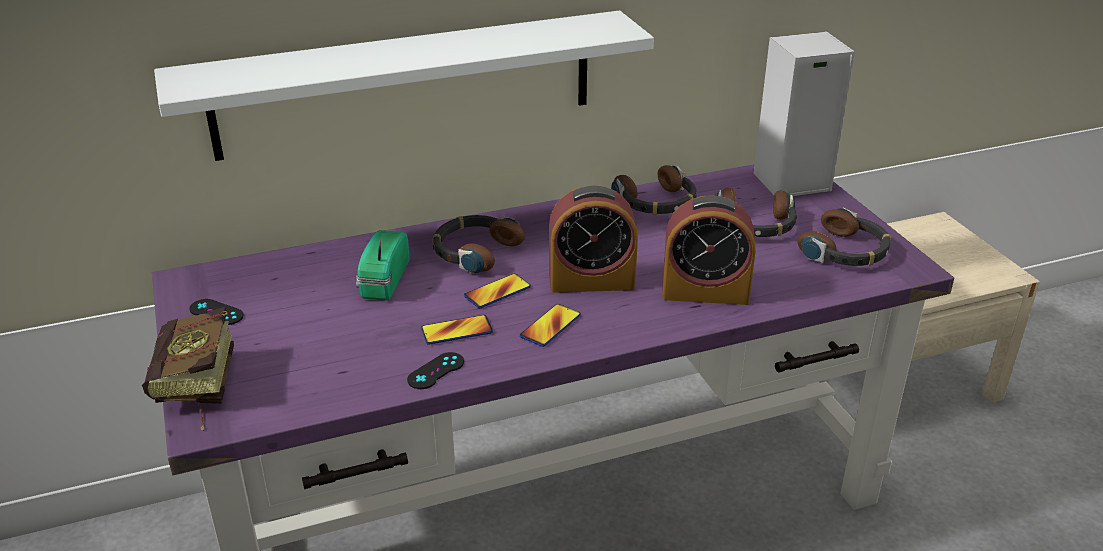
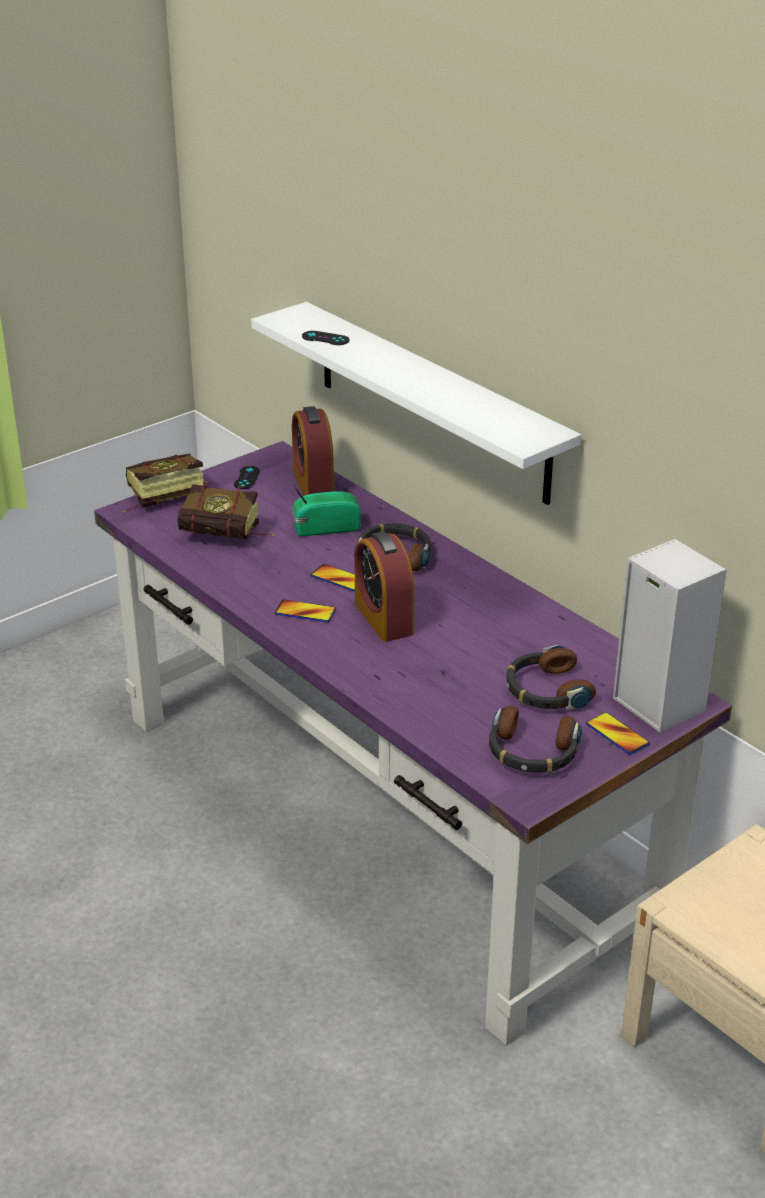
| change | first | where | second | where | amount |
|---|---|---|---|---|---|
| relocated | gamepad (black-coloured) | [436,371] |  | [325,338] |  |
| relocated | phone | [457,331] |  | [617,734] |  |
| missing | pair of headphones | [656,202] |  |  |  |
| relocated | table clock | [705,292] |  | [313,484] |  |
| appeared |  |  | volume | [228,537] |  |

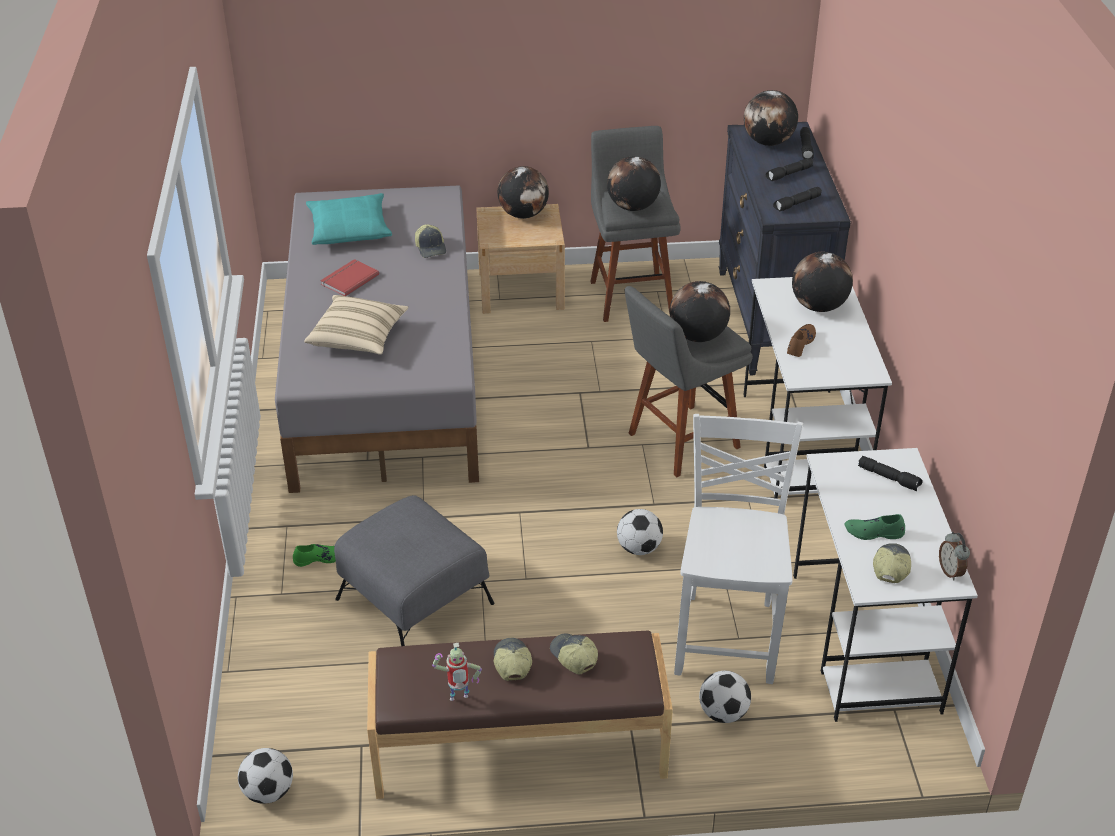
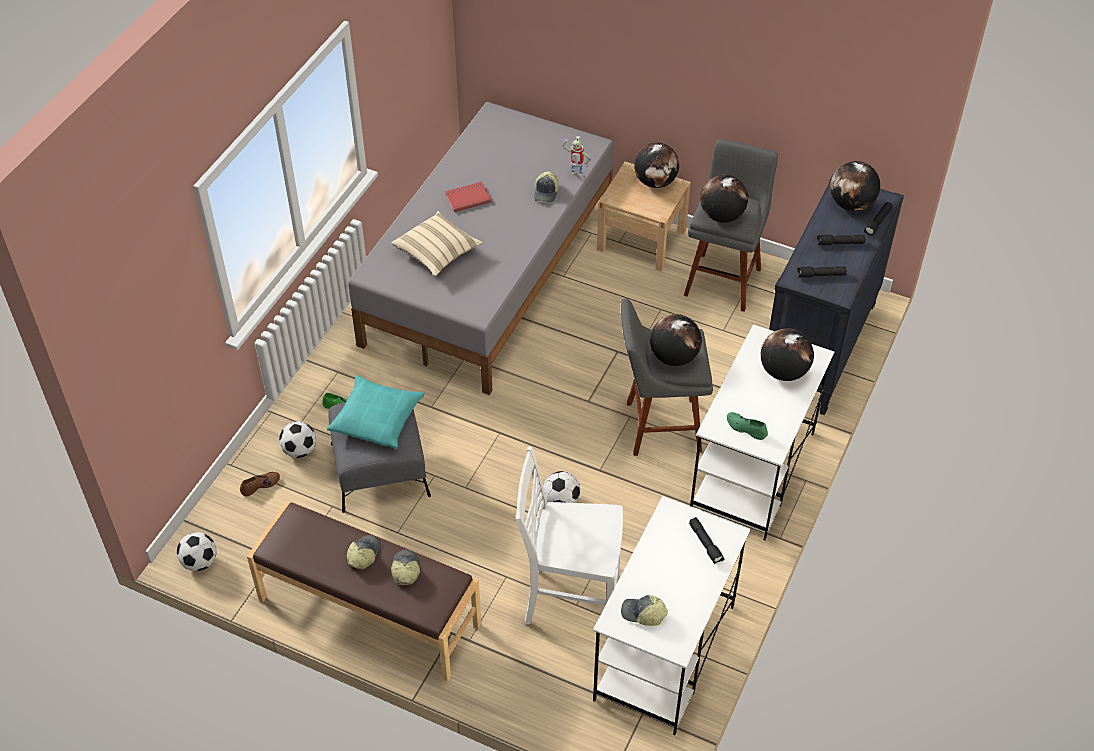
| change | first | where | second | where | amount |
|---|---|---|---|---|---|
| relocated | cushion (turquoise) | [349,228] |  | [377,418] |  |
| relocated | toy robot | [459,700] |  | [576,175] |  |
| spun | plain chair (white-coloured) | [727,636] |  | [570,599] | 120 degrees counterclockwise |
| relocated | football | [723,713] |  | [300,450] |  |
| relocated | shoe (brownish) | [800,343] |  | [260,485] |  |
| relocated | shoe (green) | [874,532] |  | [746,428] |  |
| spun | baseball cap | [890,566] |  | [643,614] | 120 degrees counterclockwise |
| missing | table clock | [951,571] |  |  |  |

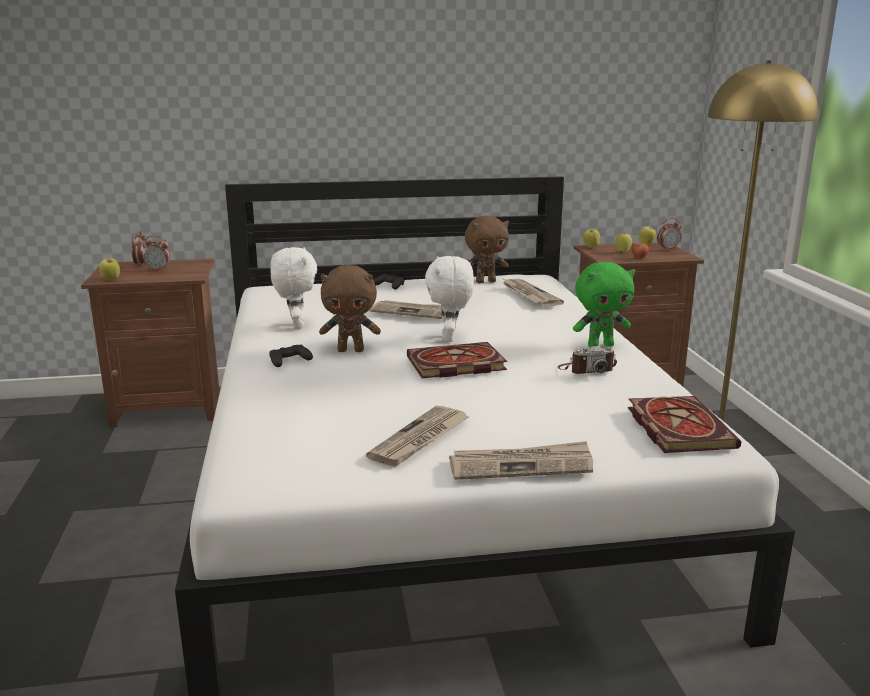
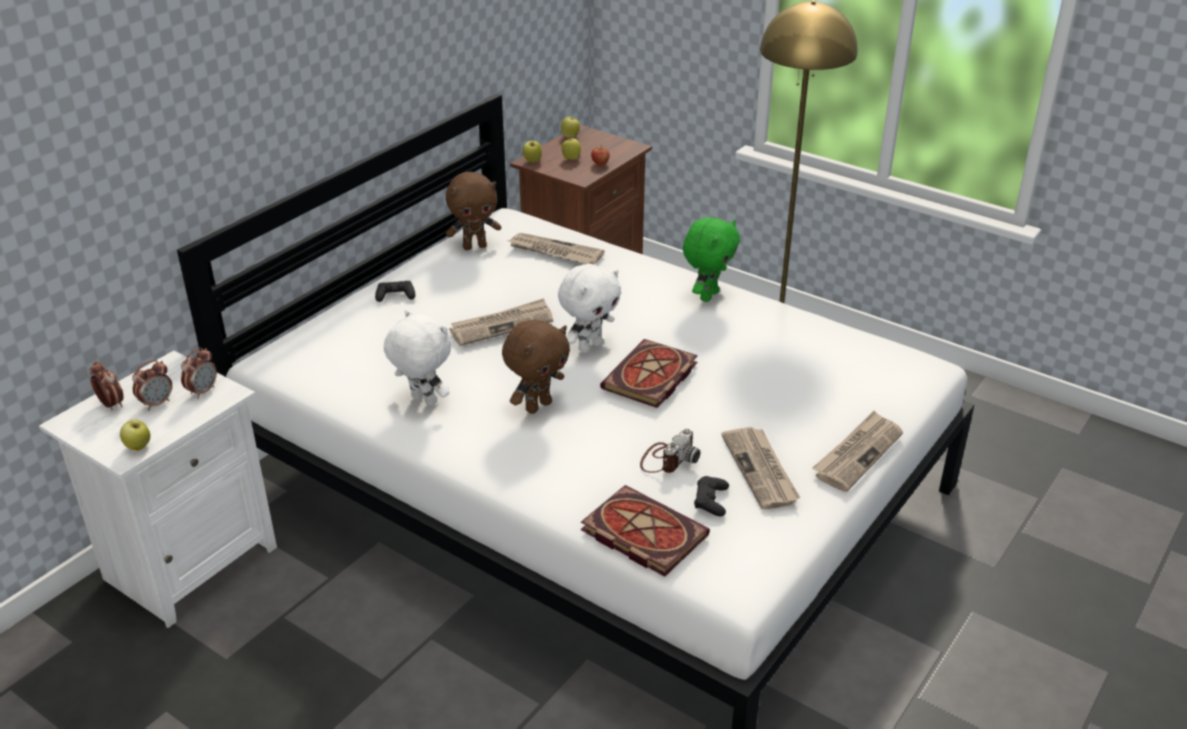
| change | first | where | second | where | amount |
|---|---|---|---|---|---|
| colour | bedside table (brownish) | [168,407] | bedside table (white-coloured) | [188,563] |  |
| relocated | gamepad (black-coloured) | [289,361] |  | [711,501] |  |
| spun | cuddly toy (white-coloured) | [450,338] |  | [589,346] | 90 degrees counterclockwise |
| spun | cuddly toy (brownish) | [485,281] |  | [475,246] | 45 degrees clockwise |
| relocated | photo camera | [587,370] |  | [667,459] |  |
| relocated | volume | [676,427] |  | [640,533] |  |
| relocated | table clock | [668,249] |  | [202,391] |  |

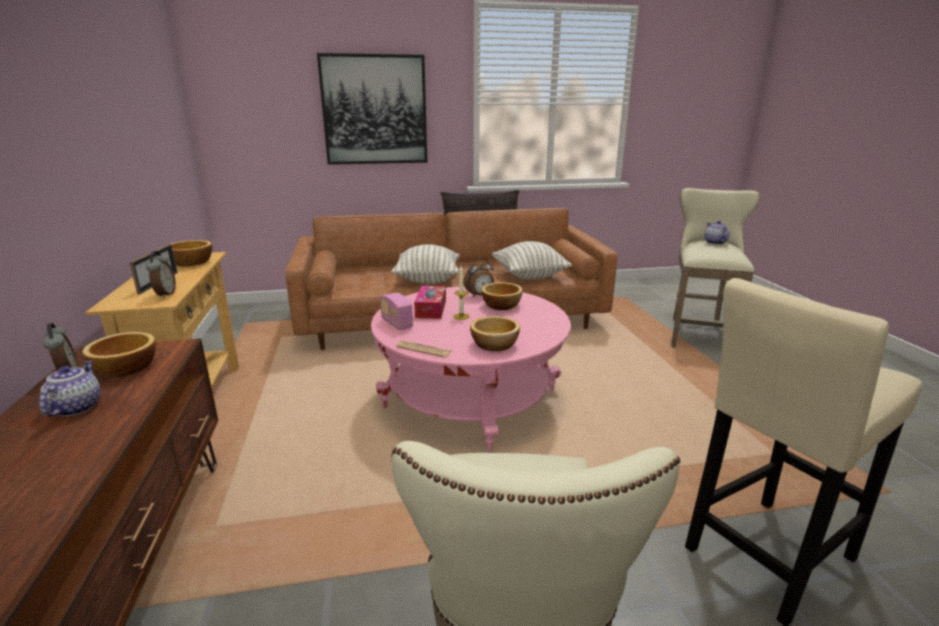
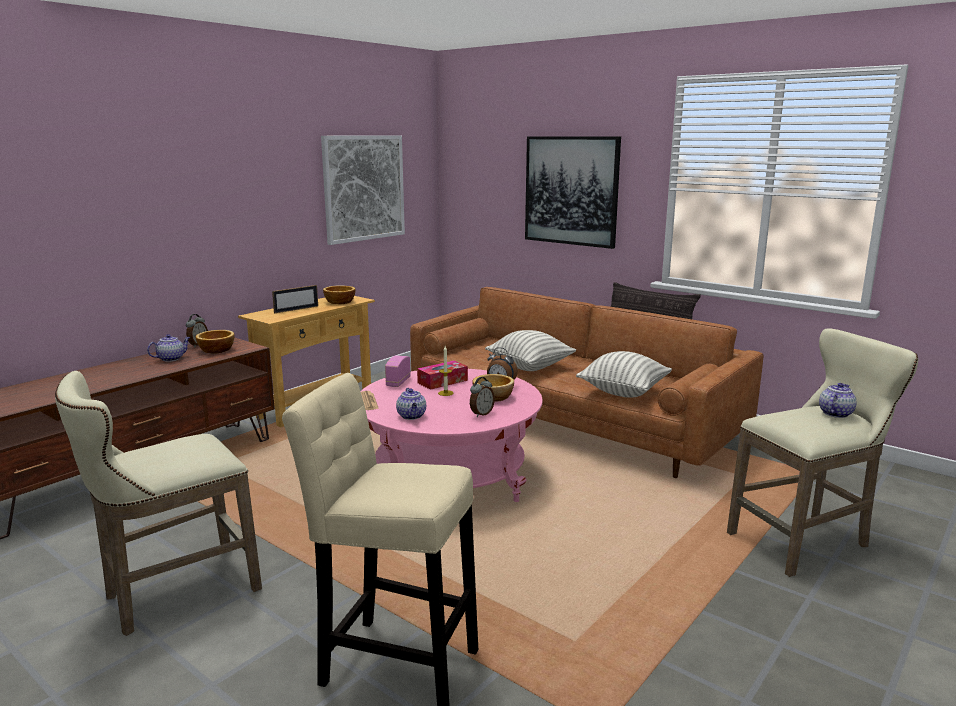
| change | first | where | second | where | amount |
|---|---|---|---|---|---|
| relocated | table clock | [165,295] |  | [481,414] |  |
| exchanged | bowl | [495,344] | teapot | [412,416] |  |
| appeared |  |  | wall picture | [364,188] |  |

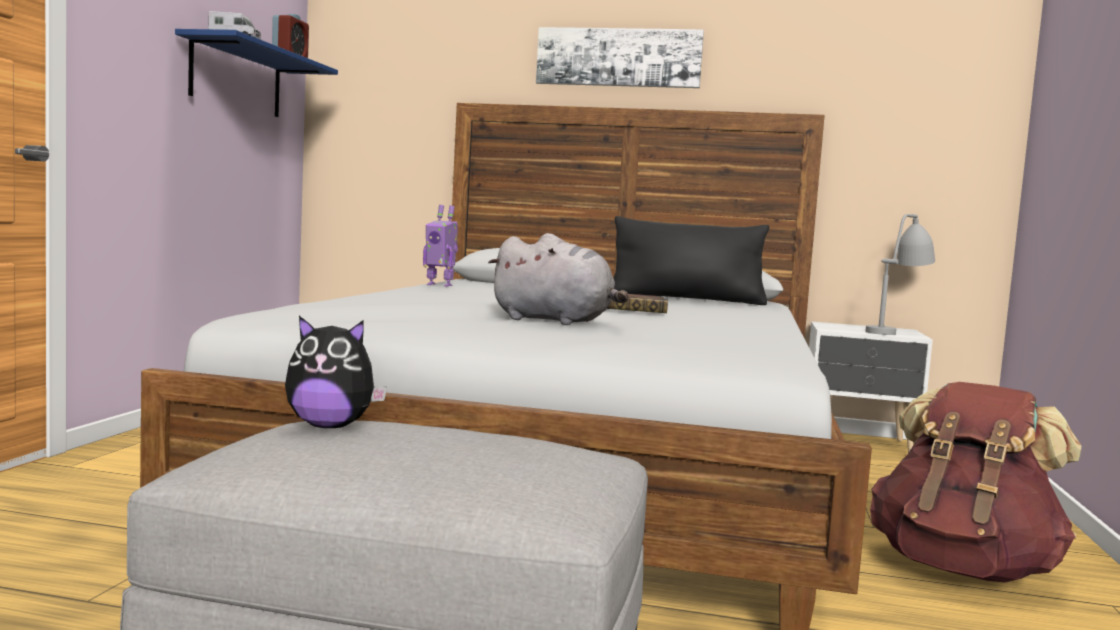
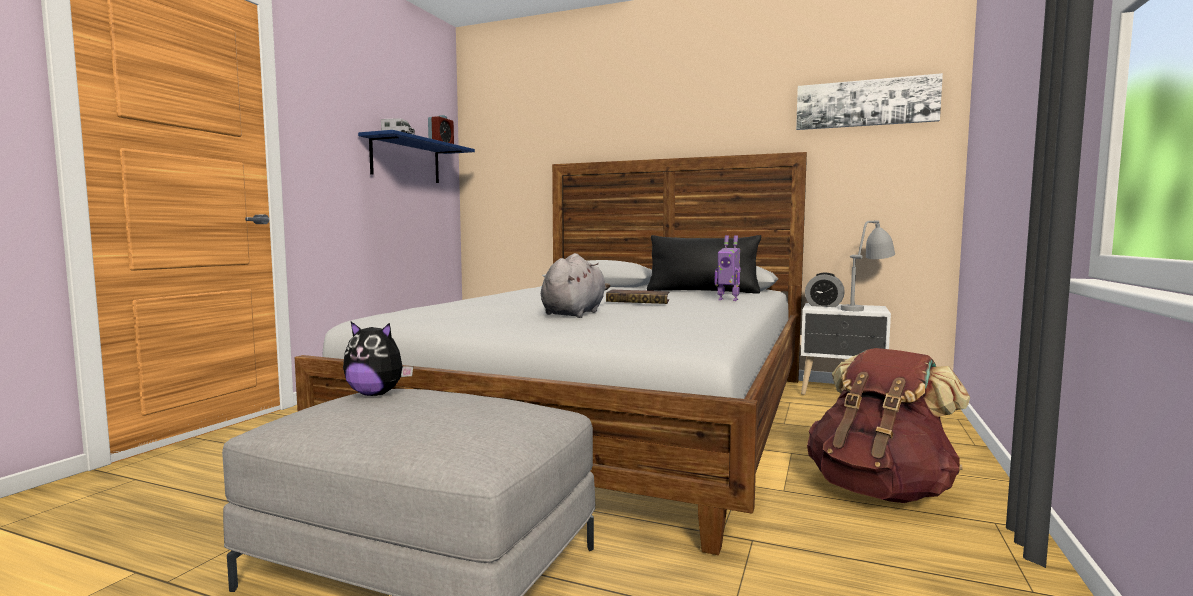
| change | first | where | second | where | amount |
|---|---|---|---|---|---|
| relocated | toy robot | [440,285] |  | [728,300] |  |
| spun | cuddly toy (gray) | [556,321] |  | [574,314] | 105 degrees counterclockwise |
| relocated | wall picture | [618,58] |  | [865,103] |  |
| appeared |  |  | table clock | [824,306] |  |

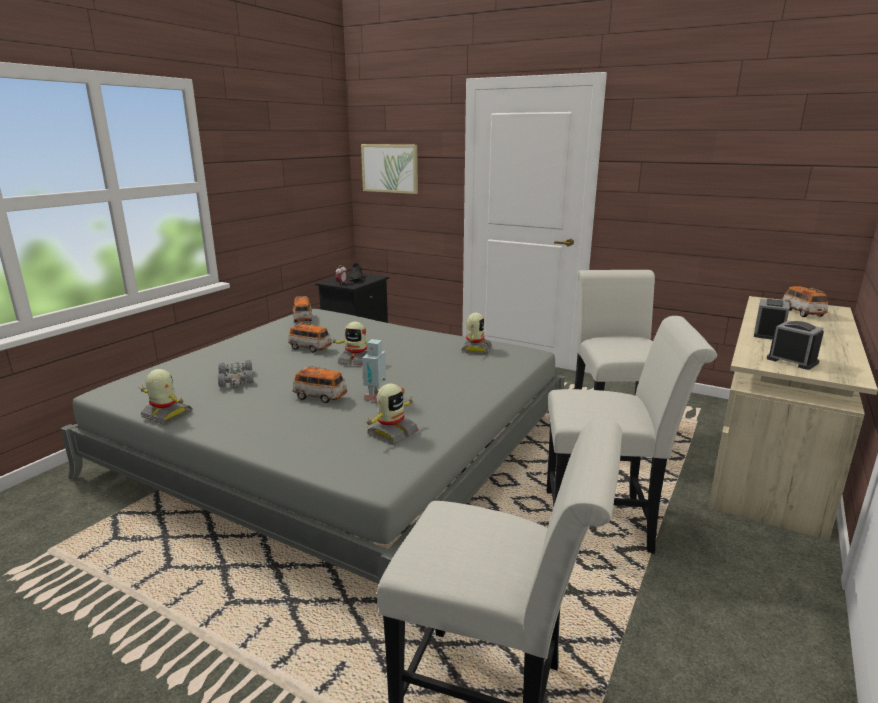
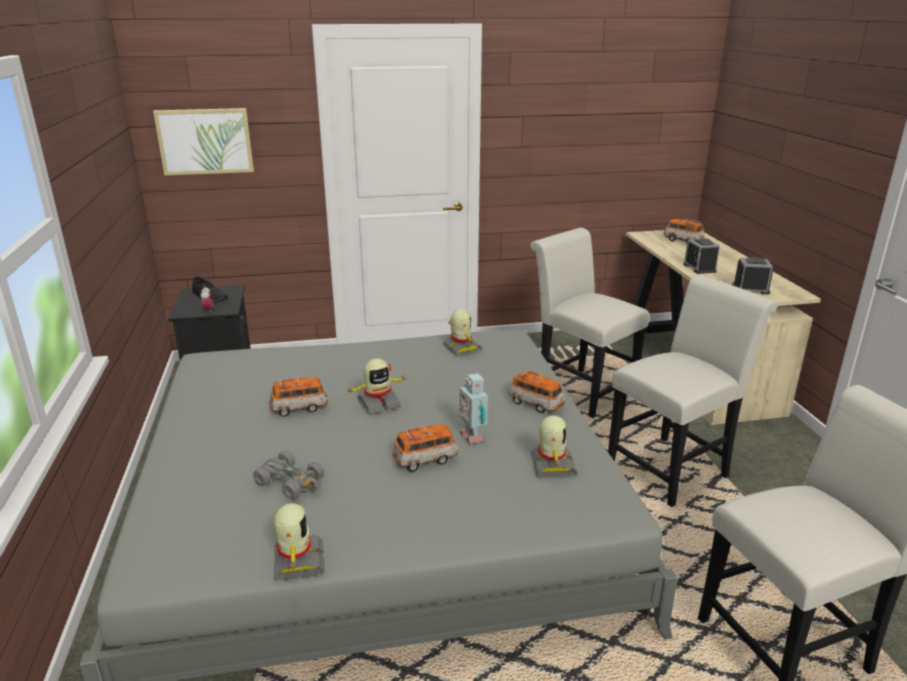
| change | first | where | second | where | amount |
|---|---|---|---|---|---|
| spun | toy robot | [166,415] |  | [297,562] | 90 degrees clockwise |
| relocated | miniature car | [303,319] |  | [536,404] |  |

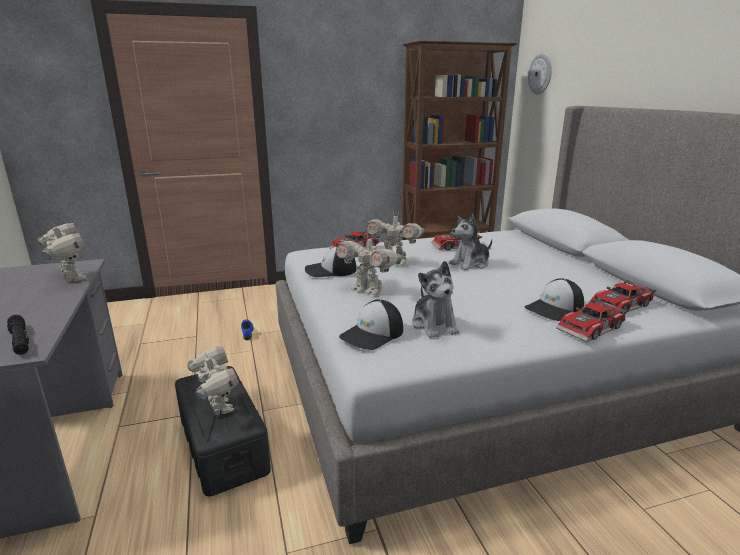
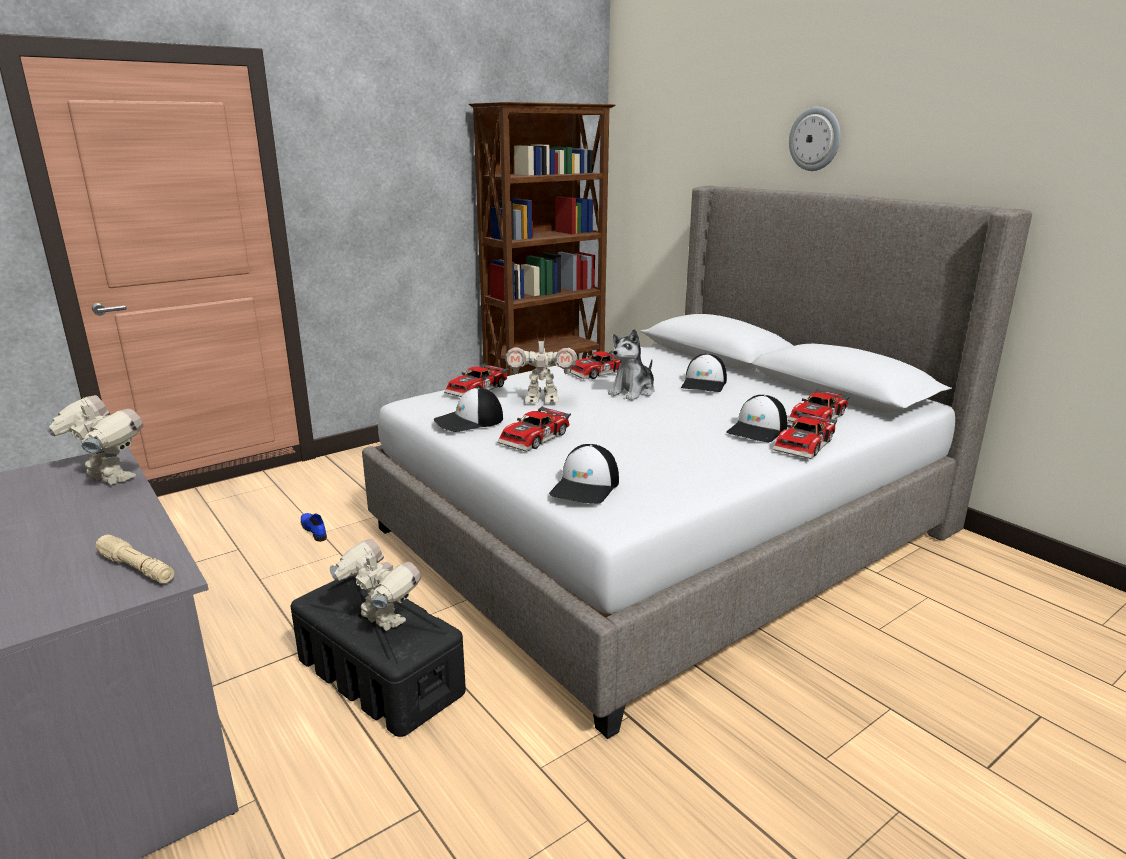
| change | first | where | second | where | amount |
|---|---|---|---|---|---|
| colour | flashlight (black-coloured) | [20,341] | flashlight (beige) | [137,568] |  |
| exchanged | toy robot | [368,290] | miniature car | [536,438] |  |
| missing | cuddly toy | [434,325] |  |  |  |
| relocated | wall clock | [540,74] |  | [815,139] |  |
| appeared |  |  | baseball cap | [704,384] |  |

